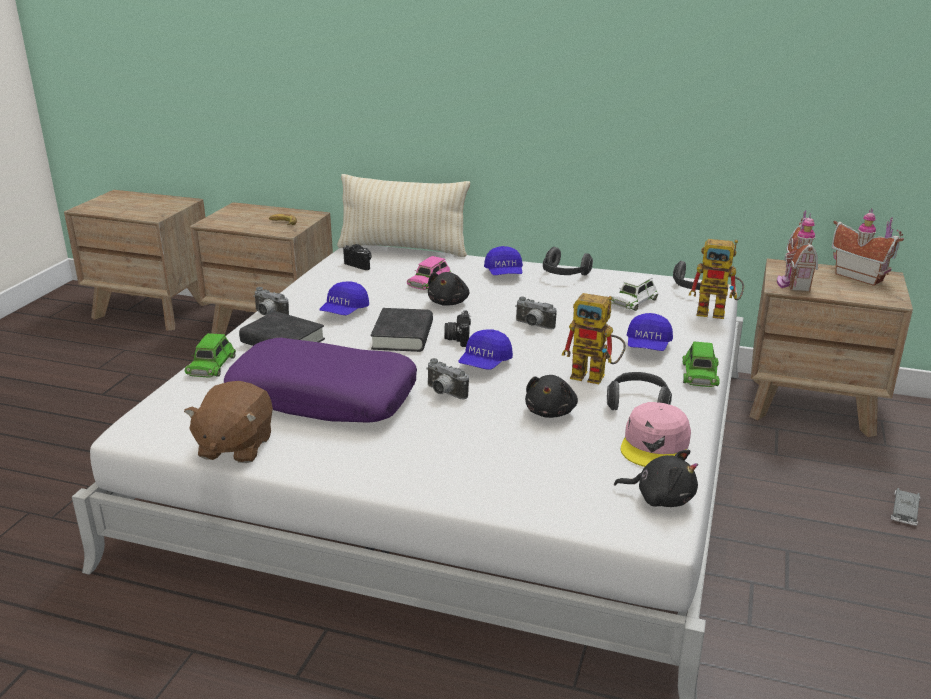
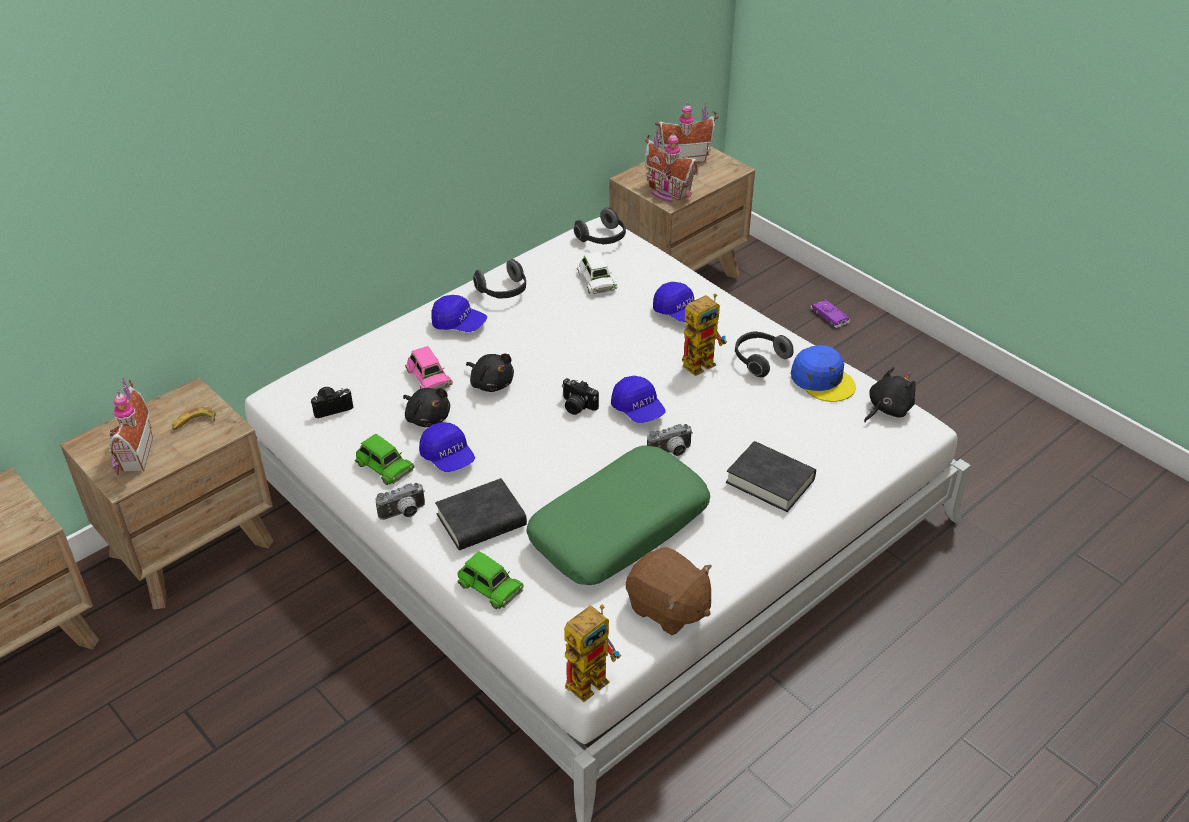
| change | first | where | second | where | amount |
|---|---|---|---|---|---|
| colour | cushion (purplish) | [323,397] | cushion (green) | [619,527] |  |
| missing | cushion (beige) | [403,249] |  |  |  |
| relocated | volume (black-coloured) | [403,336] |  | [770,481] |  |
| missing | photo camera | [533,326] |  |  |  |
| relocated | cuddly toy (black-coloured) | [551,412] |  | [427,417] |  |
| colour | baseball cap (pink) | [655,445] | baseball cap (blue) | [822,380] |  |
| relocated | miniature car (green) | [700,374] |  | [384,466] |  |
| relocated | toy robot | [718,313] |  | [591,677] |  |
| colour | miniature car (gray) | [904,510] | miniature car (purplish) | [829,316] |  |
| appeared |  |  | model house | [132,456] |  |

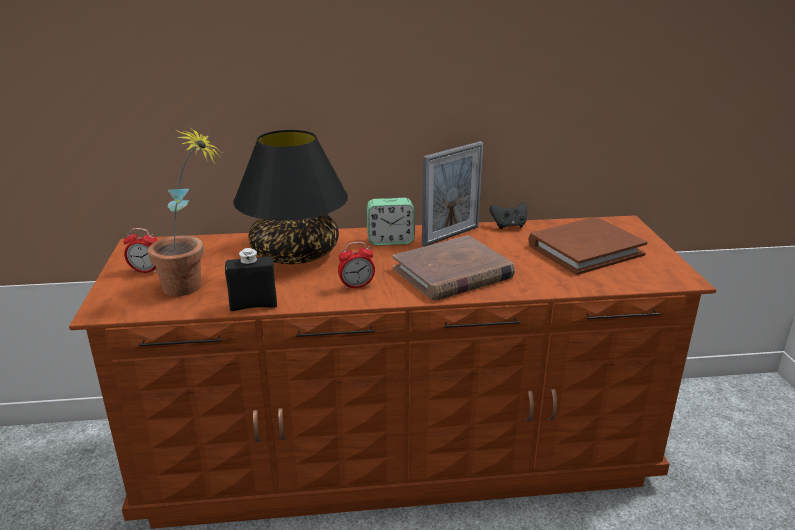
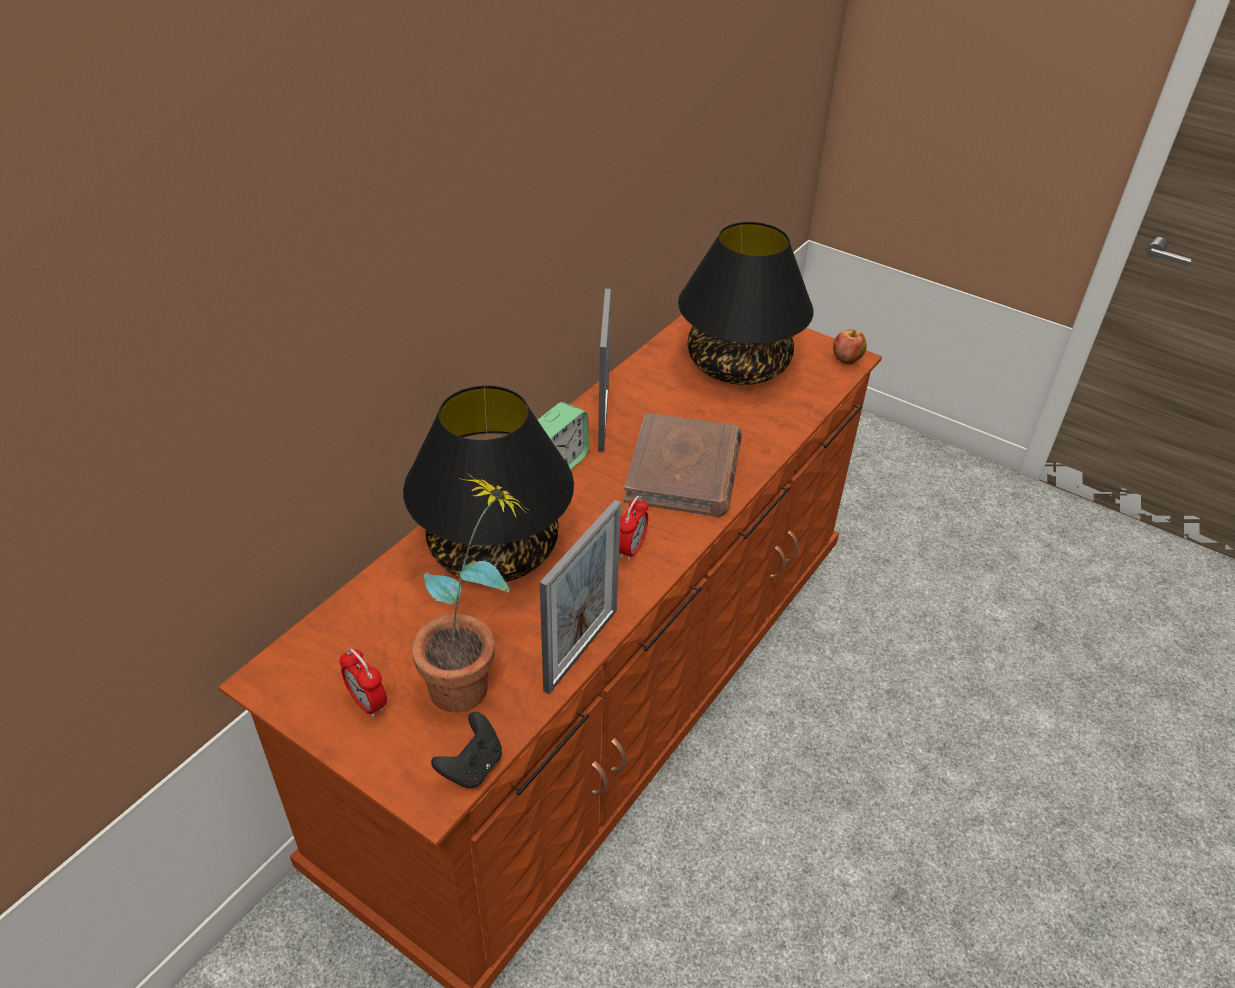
| change | first | where | second | where | amount |
|---|---|---|---|---|---|
| spun | table clock | [146,271] |  | [367,703] | 90 degrees clockwise |
| exchanged | drink bottle (black-coloured) | [253,305] | standing frame | [581,649] |  |
| relocated | gamepad (black-coloured) | [509,226] |  | [472,766] |  |
| exchanged | volume (brownish) | [585,250] | table lamp (black-coloured) | [738,366] |  |
| appeared |  |  | apple | [846,360] |  |

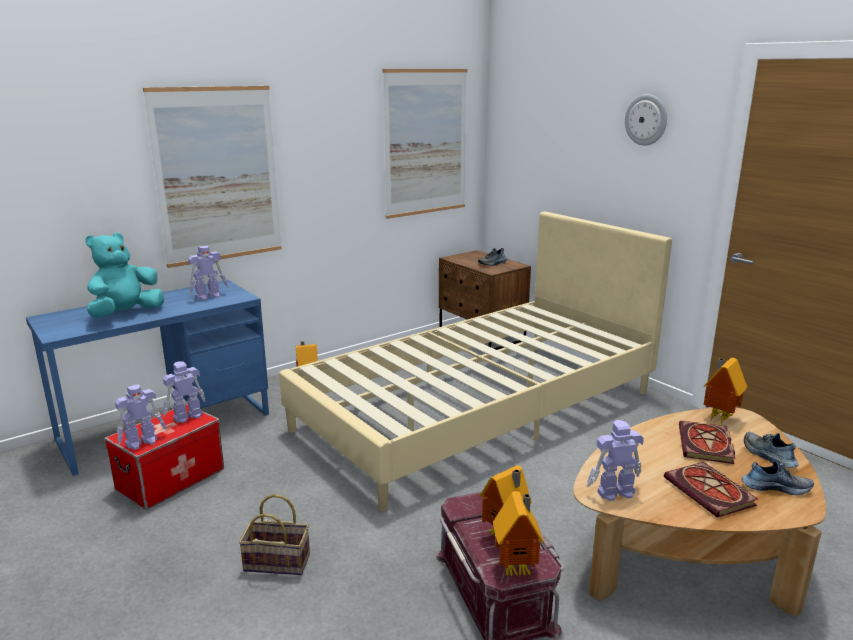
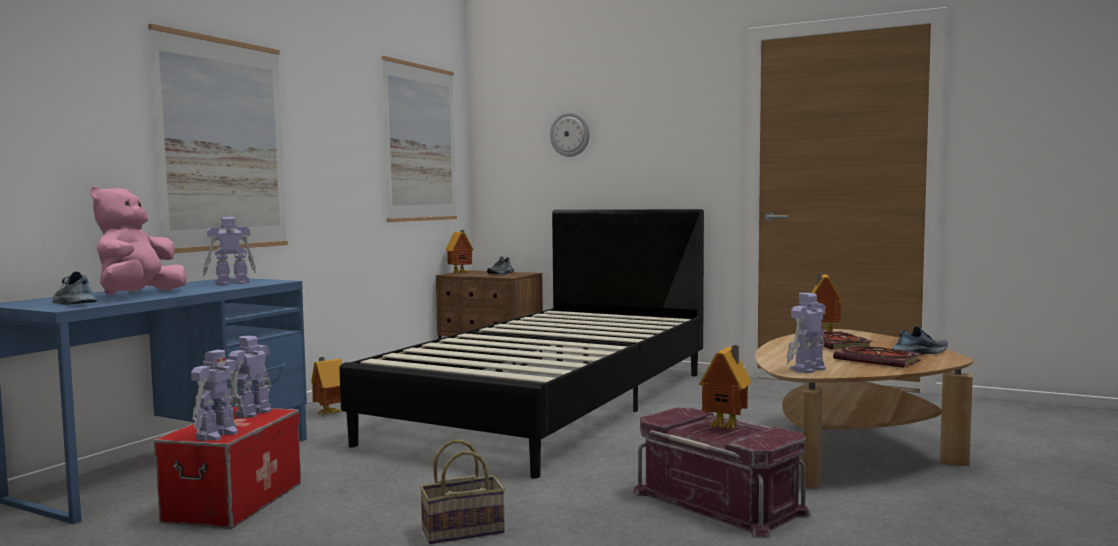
| change | first | where | second | where | amount |
|---|---|---|---|---|---|
| colour | cuddly toy (turquoise) | [126,314] | cuddly toy (pink) | [138,295] |  |
| spun | toy robot | [209,296] |  | [231,283] | 150 degrees counterclockwise |
| colour | bedroom bed (beige) | [478,410] | bedroom bed (black-coloured) | [552,404] |  |
| relocated | model house | [517,568] |  | [461,273] |  |
| relocated | wall clock | [646,120] |  | [570,134] |  |
| relocated | shoe | [767,456] |  | [73,303] |  |

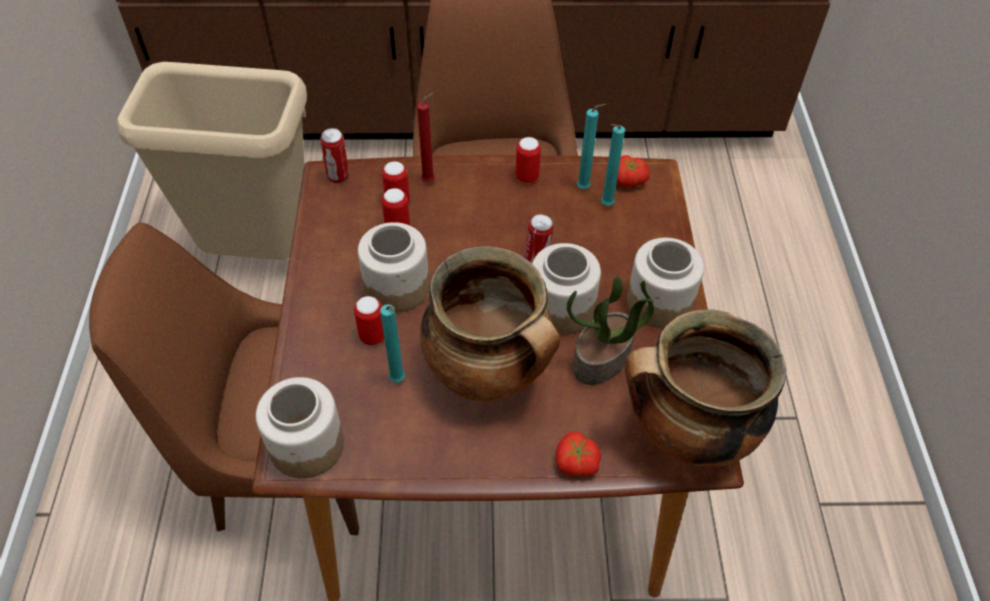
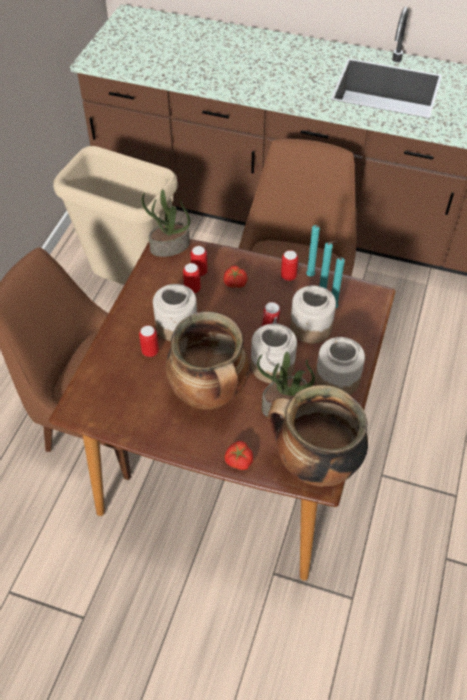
| change | first | where | second | where | amount |
|---|---|---|---|---|---|
| relocated | preserve jar | [306,445] |  | [310,327] |  |
| exchanged | metal can | [338,177] | potted plant | [169,247] |  |
| relocated | wax light (turquoise) | [398,381] |  | [310,277] |  |
| missing | wax light (red) | [430,181] |  |  |  |
| relocated | whole tomato | [628,181] |  | [234,283] |  |

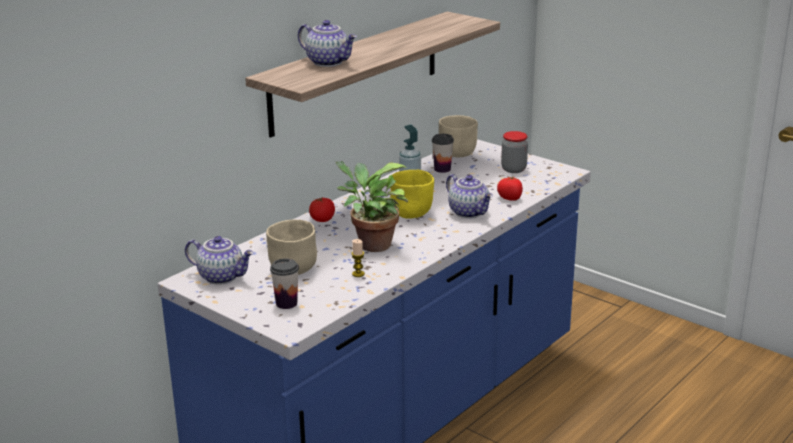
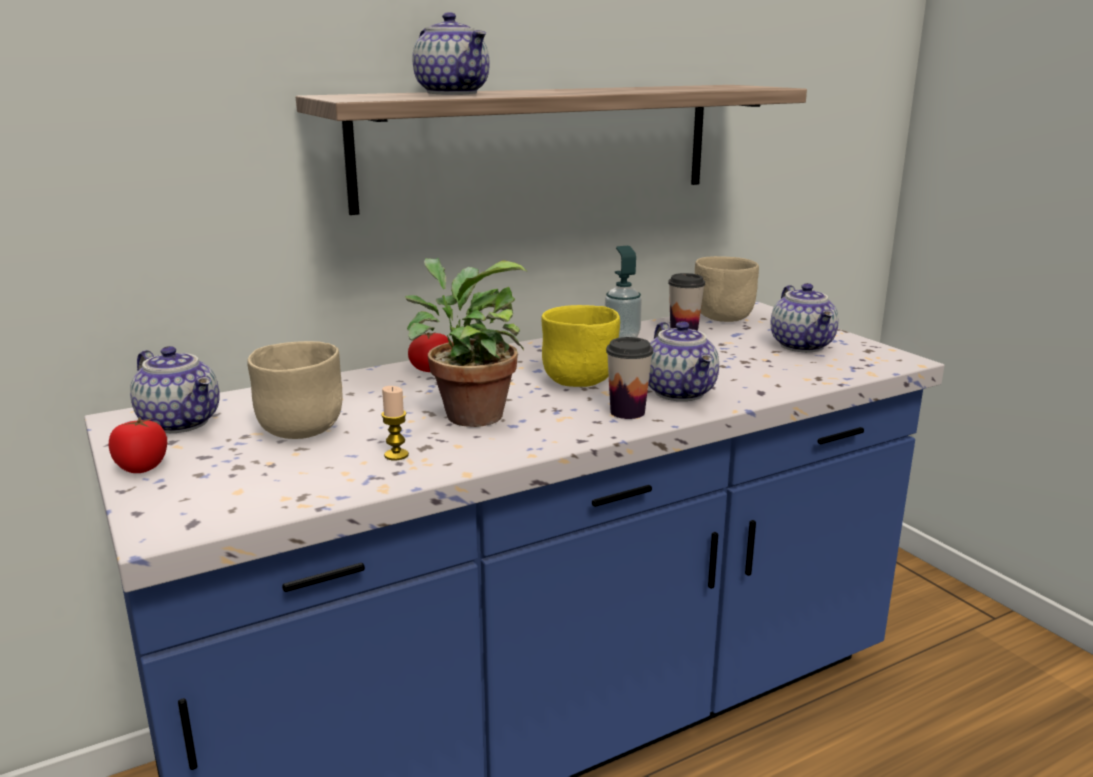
| change | first | where | second | where | amount |
|---|---|---|---|---|---|
| relocated | small cup | [286,303] |  | [627,412] |  |
| relocated | whole tomato | [510,198] |  | [141,467] |  |
| exchanged | preserve jar | [513,169] | teapot | [803,346] |  |

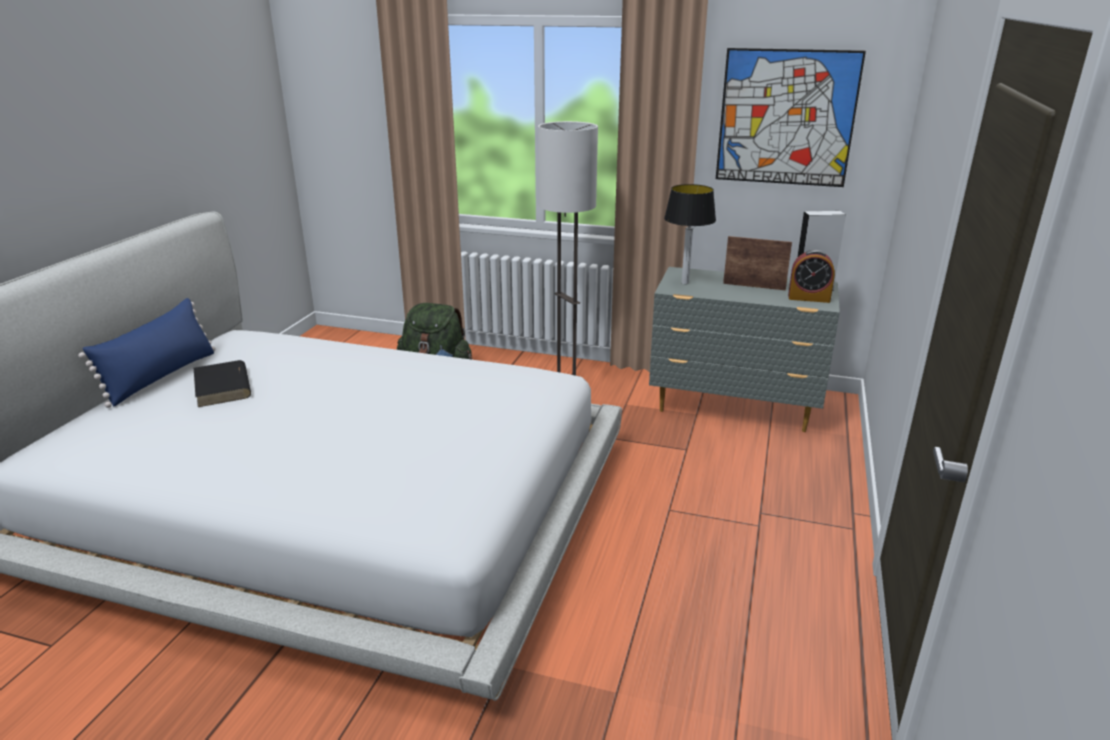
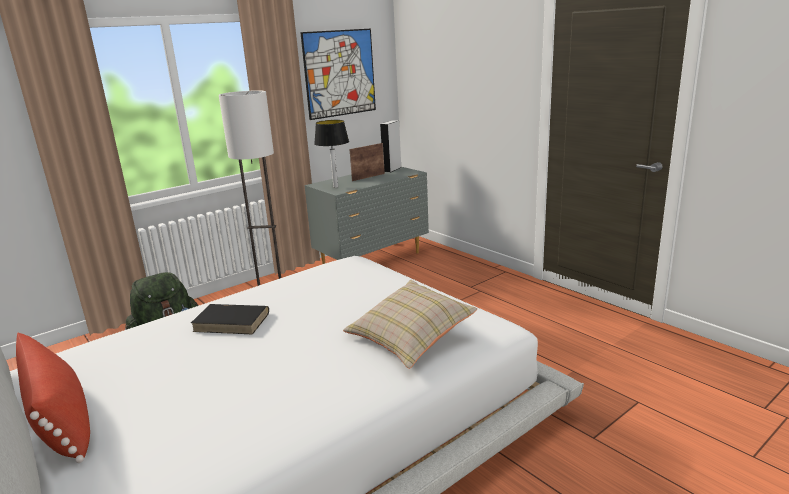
| change | first | where | second | where | amount |
|---|---|---|---|---|---|
| colour | cushion (blue) | [161,377] | cushion (red) | [61,420] |  |
| relocated | volume (black-coloured) | [223,387] |  | [232,322] |  |
| missing | table clock | [808,298] |  |  |  |
| appeared |  |  | cushion (beige) | [410,338] |  |

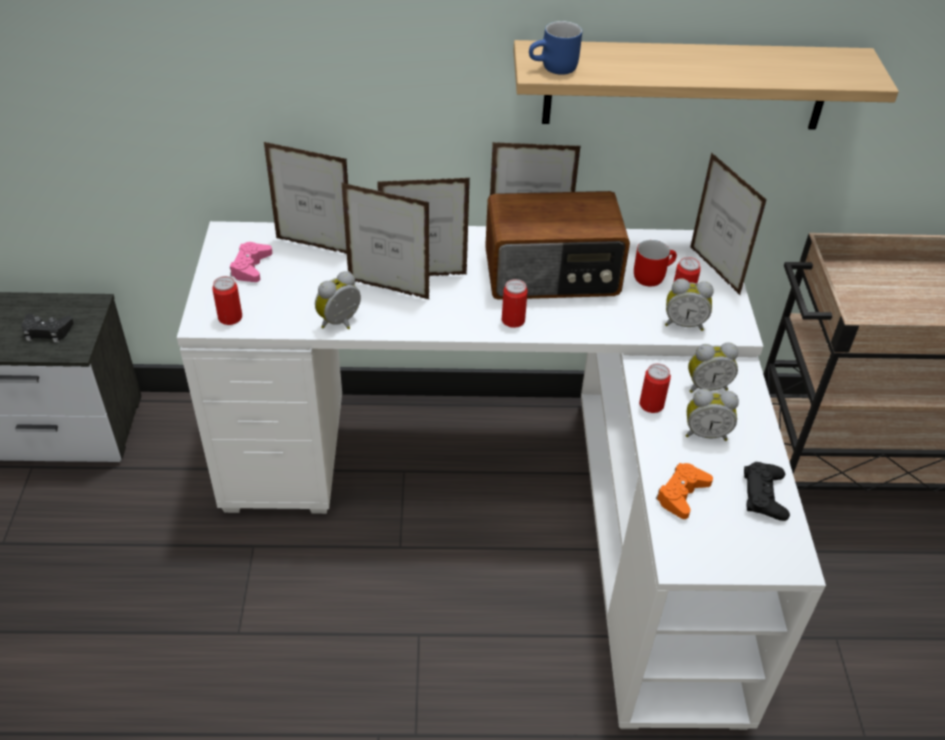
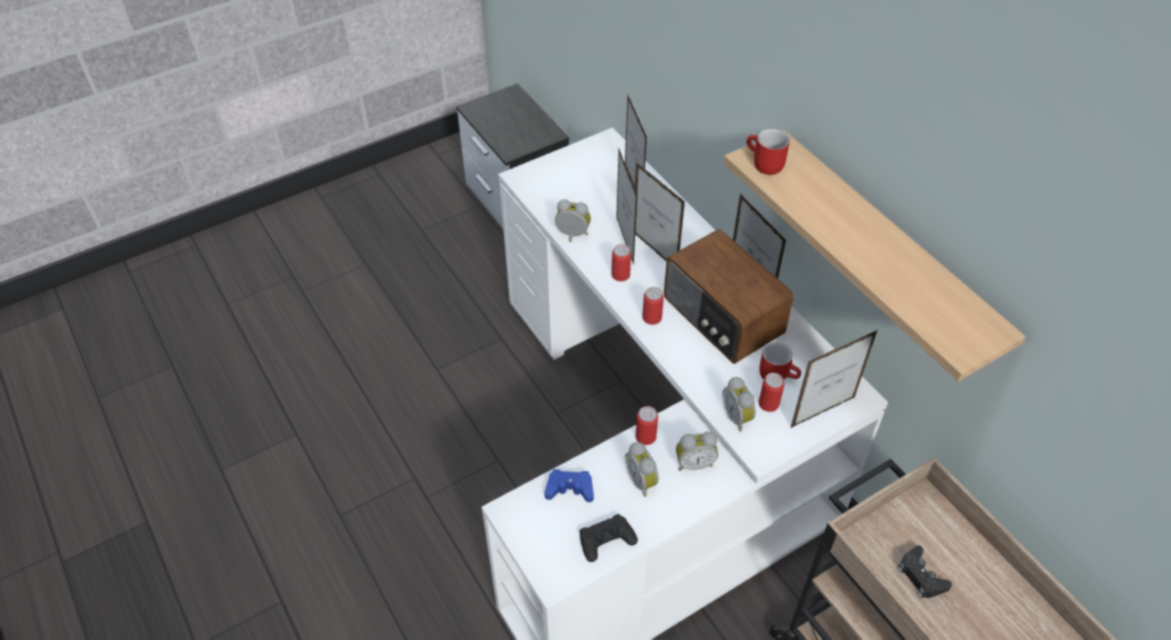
| change | first | where | second | where | amount |
|---|---|---|---|---|---|
| relocated | gamepad (black-coloured) | [47,331] |  | [920,576] |  |
| relocated | metal can | [230,317] |  | [620,275] |  |
| missing | gamepad (pink) | [251,267] |  |  |  |
| colour | mug (blue) | [554,69] | mug (red) | [763,164] |  |
| colour | gamepad (orange-coloured) | [681,494] | gamepad (blue) | [570,489] |  |
| spun | table clock | [706,386] |  | [694,463] | 60 degrees counterclockwise |
| spun | standing frame | [714,270] |  | [823,412] | 150 degrees counterclockwise |

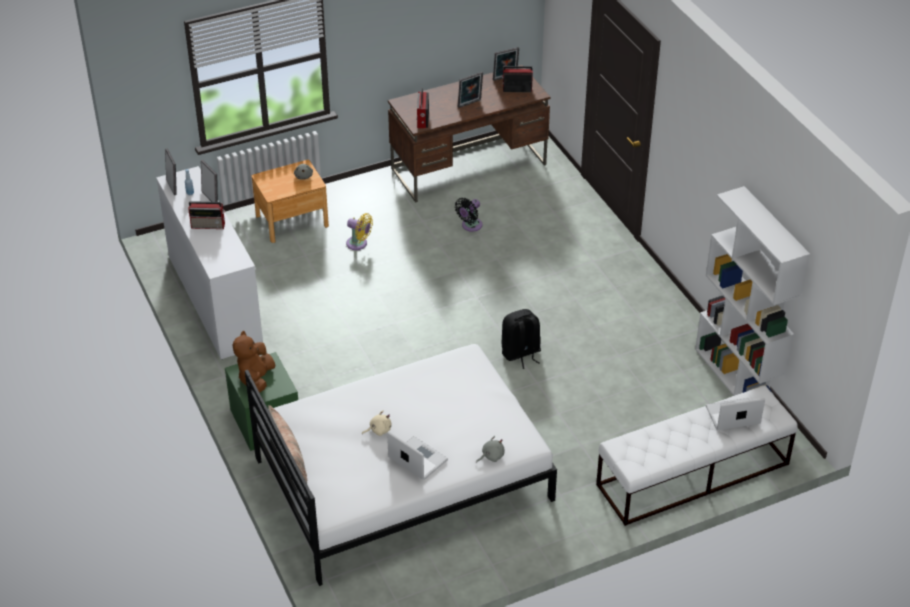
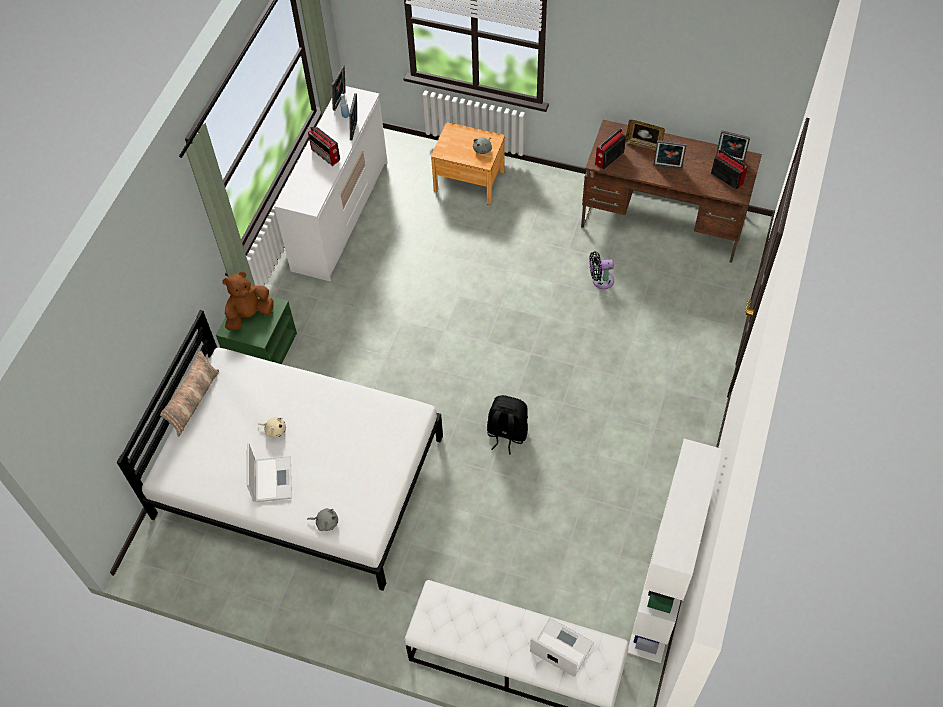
| change | first | where | second | where | amount |
|---|---|---|---|---|---|
| missing | electric fan (yellowish) | [359,244] |  |  |  |
| appeared |  |  | standing frame | [643,144] |  |

